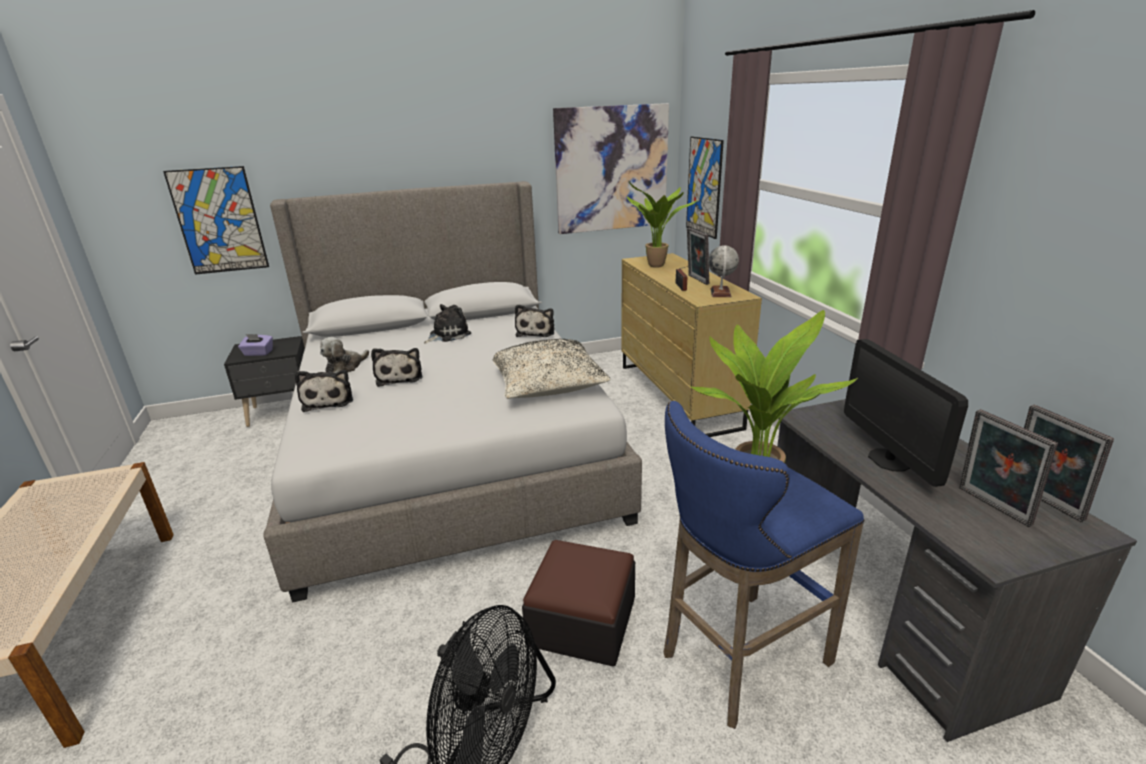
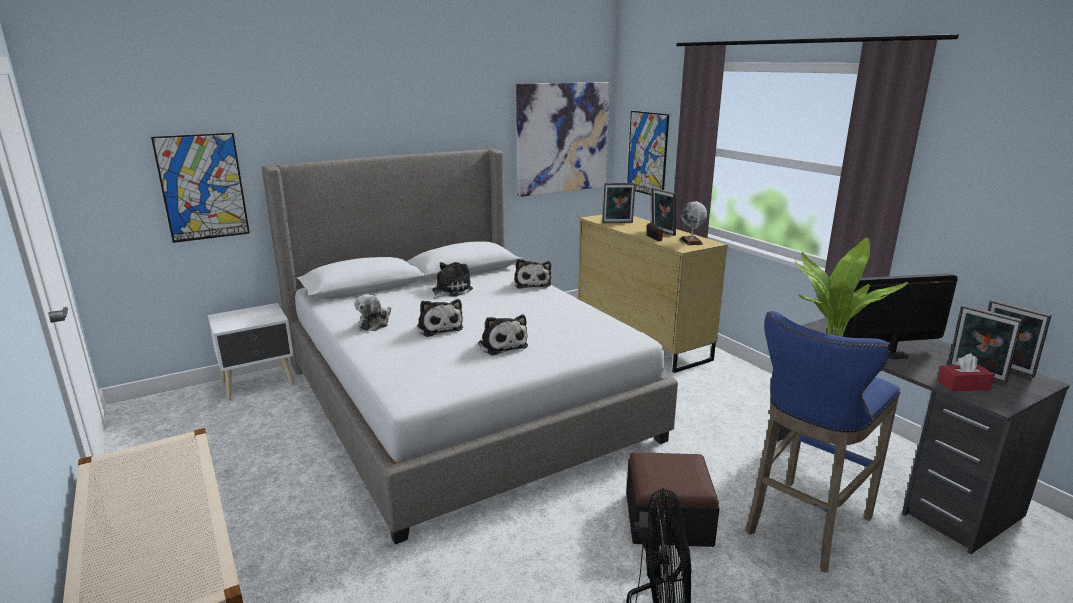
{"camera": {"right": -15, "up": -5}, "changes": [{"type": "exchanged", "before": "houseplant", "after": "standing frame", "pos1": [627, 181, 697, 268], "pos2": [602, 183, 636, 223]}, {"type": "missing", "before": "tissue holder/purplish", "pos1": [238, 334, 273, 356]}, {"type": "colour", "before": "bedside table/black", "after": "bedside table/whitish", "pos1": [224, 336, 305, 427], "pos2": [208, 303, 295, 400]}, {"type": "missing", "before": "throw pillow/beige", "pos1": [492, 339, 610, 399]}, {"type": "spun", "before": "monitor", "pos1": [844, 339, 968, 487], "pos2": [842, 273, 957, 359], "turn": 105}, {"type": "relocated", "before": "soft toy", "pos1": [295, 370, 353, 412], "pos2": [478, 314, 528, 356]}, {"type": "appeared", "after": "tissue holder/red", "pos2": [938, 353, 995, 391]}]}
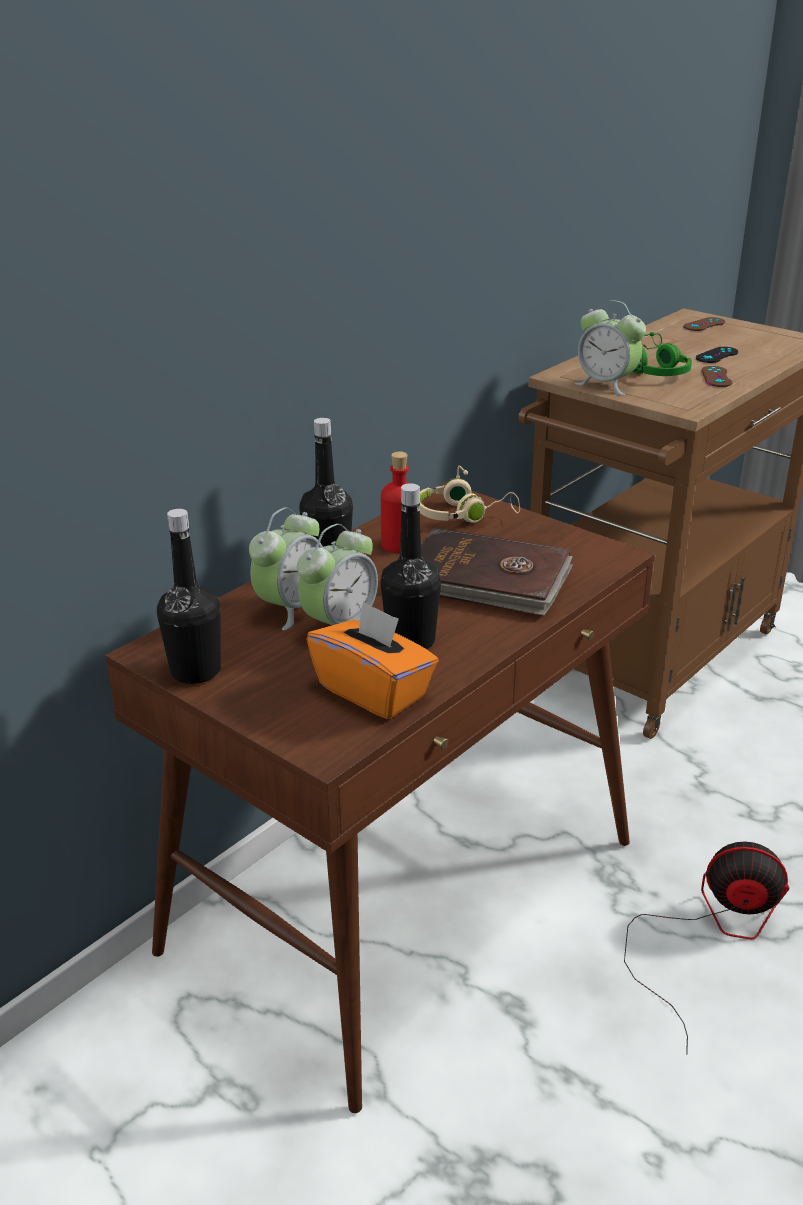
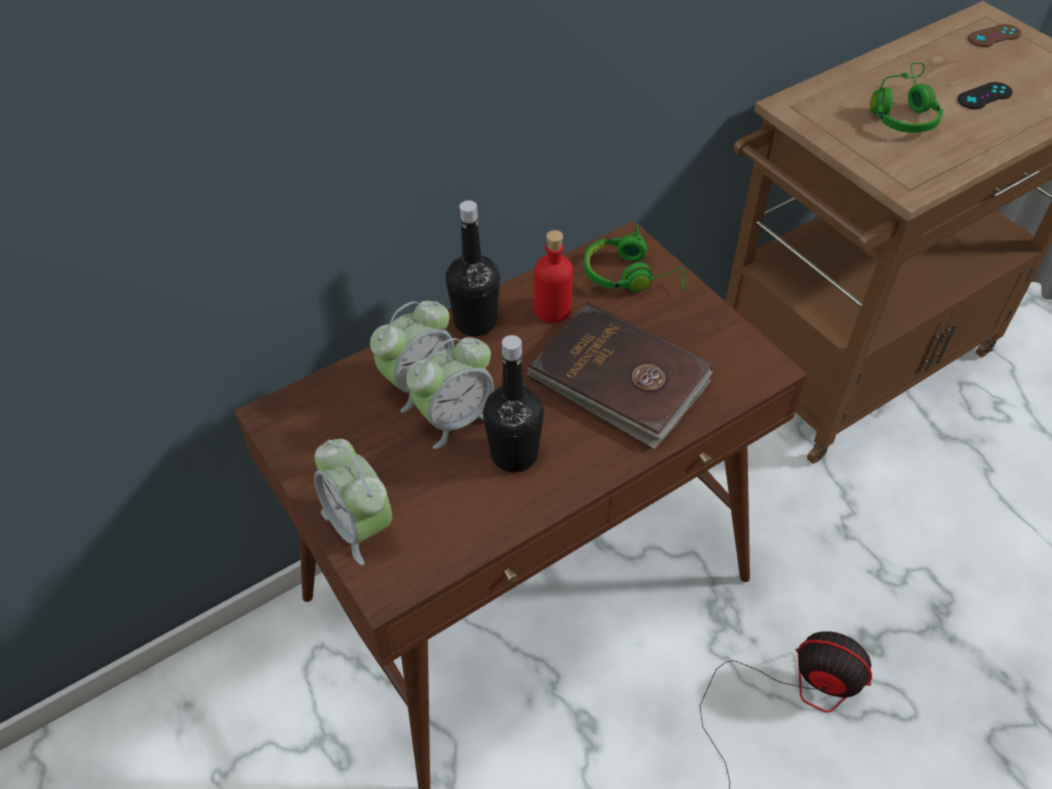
{"camera": {"right": 15, "up": 20}, "changes": [{"type": "relocated", "before": "alarm clock", "pos1": [574, 300, 646, 395], "pos2": [314, 439, 392, 565]}, {"type": "missing", "before": "gamepad/brown", "pos1": [702, 366, 732, 387]}, {"type": "colour", "before": "headset/beige", "after": "headset/green", "pos1": [420, 466, 520, 523], "pos2": [584, 224, 686, 292]}, {"type": "missing", "before": "bottle/black", "pos1": [157, 509, 221, 684]}, {"type": "missing", "before": "tissue holder/orangey", "pos1": [306, 601, 439, 719]}]}
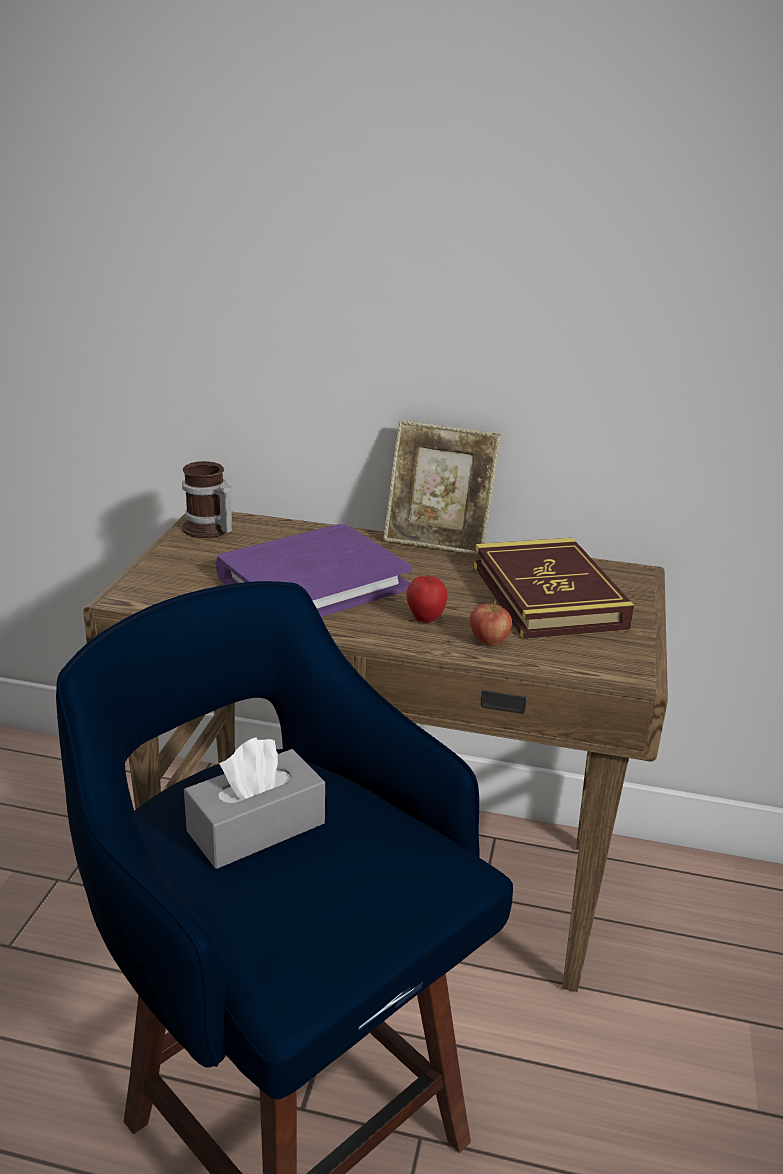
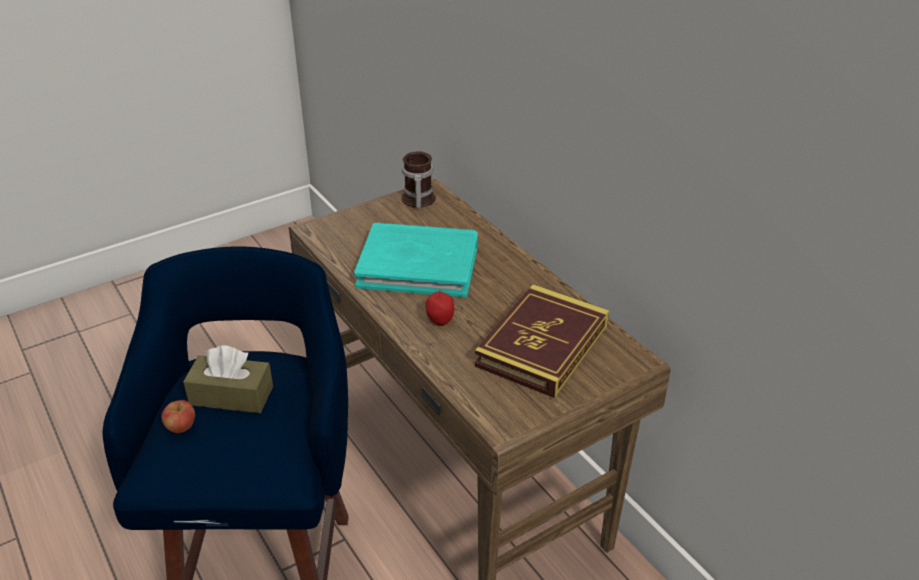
{"camera": {"right": 45, "up": 10}, "changes": [{"type": "missing", "before": "standing frame", "pos1": [383, 420, 501, 556]}, {"type": "colour", "before": "bound book/purplish", "after": "bound book/turquoise-coloured", "pos1": [216, 524, 412, 617], "pos2": [354, 223, 478, 297]}, {"type": "relocated", "before": "whole apple", "pos1": [470, 600, 512, 646], "pos2": [161, 400, 195, 433]}, {"type": "colour", "before": "tissue holder/greyish", "after": "tissue holder/brown", "pos1": [184, 737, 325, 869], "pos2": [183, 345, 273, 413]}]}
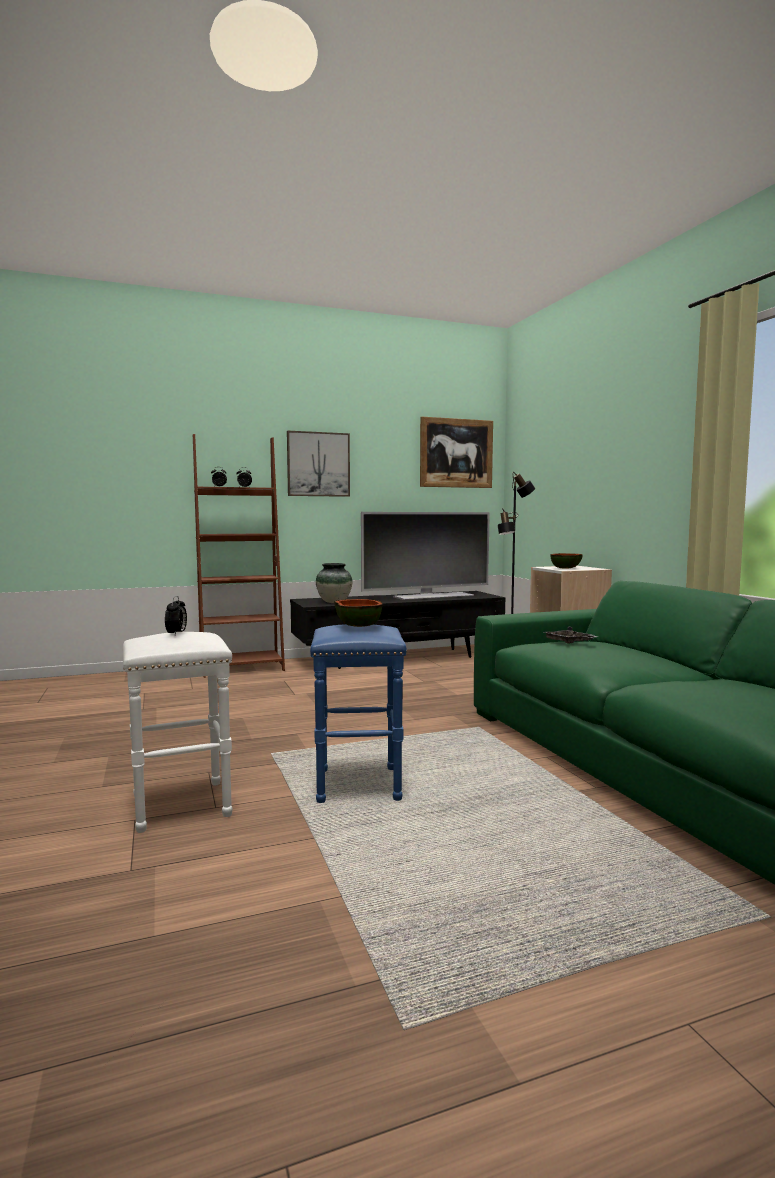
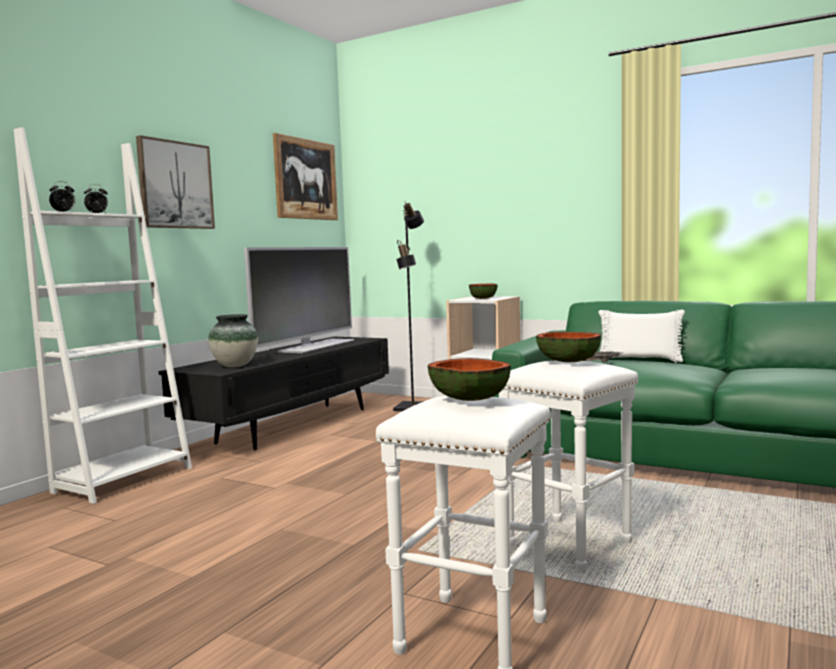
{"camera": {"right": -40, "up": 0}, "changes": [{"type": "colour", "before": "bookshelf/brown", "after": "bookshelf/whitish", "pos1": [193, 434, 285, 678], "pos2": [14, 127, 192, 504]}, {"type": "exchanged", "before": "alarm clock", "after": "deep dish", "pos1": [165, 596, 187, 635], "pos2": [428, 358, 511, 401]}, {"type": "colour", "before": "stool/bluish", "after": "stool/whitish", "pos1": [310, 624, 407, 803], "pos2": [499, 361, 639, 572]}, {"type": "appeared", "after": "throw pillow/whitish", "pos2": [597, 310, 685, 363]}]}
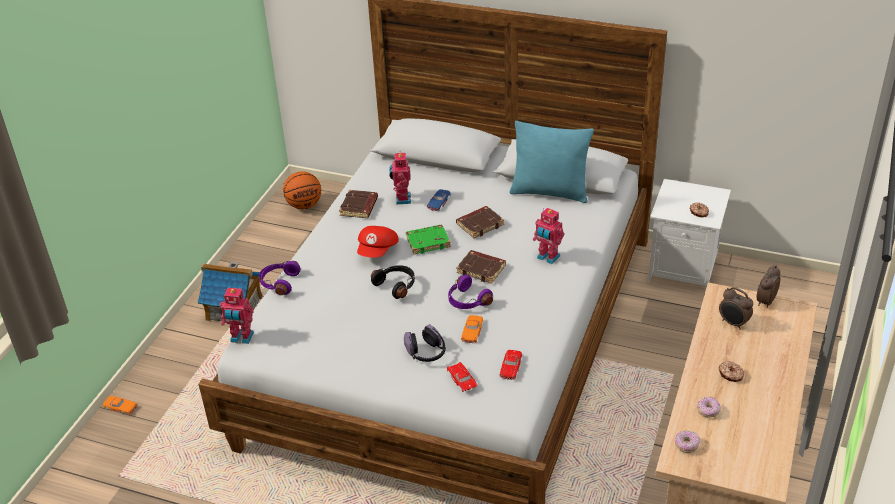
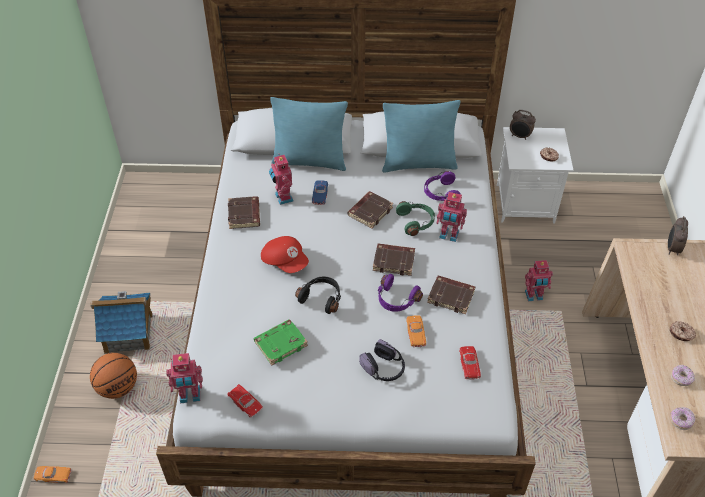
{"camera": {"right": -20, "up": 10}, "changes": [{"type": "relocated", "before": "ball for basketball", "pos1": [283, 171, 321, 209], "pos2": [90, 353, 137, 399]}, {"type": "relocated", "before": "bound book/green", "pos1": [406, 224, 451, 254], "pos2": [254, 319, 308, 366]}, {"type": "spun", "before": "baseball cap/red", "pos1": [357, 226, 399, 258], "pos2": [261, 236, 309, 273], "turn": -45}, {"type": "relocated", "before": "headset/purplish", "pos1": [259, 261, 301, 295], "pos2": [424, 171, 460, 201]}, {"type": "relocated", "before": "alarm clock", "pos1": [719, 287, 753, 330], "pos2": [510, 110, 536, 140]}, {"type": "relocated", "before": "miniature car/red", "pos1": [447, 362, 478, 392], "pos2": [227, 384, 263, 417]}, {"type": "appeared", "after": "throw pillow/turquoise-coloured", "pos2": [270, 97, 348, 171]}, {"type": "appeared", "after": "headset/green", "pos2": [396, 201, 435, 236]}, {"type": "appeared", "after": "robot figure", "pos2": [525, 260, 553, 301]}, {"type": "appeared", "after": "bound book/brown", "pos2": [427, 275, 475, 314]}]}
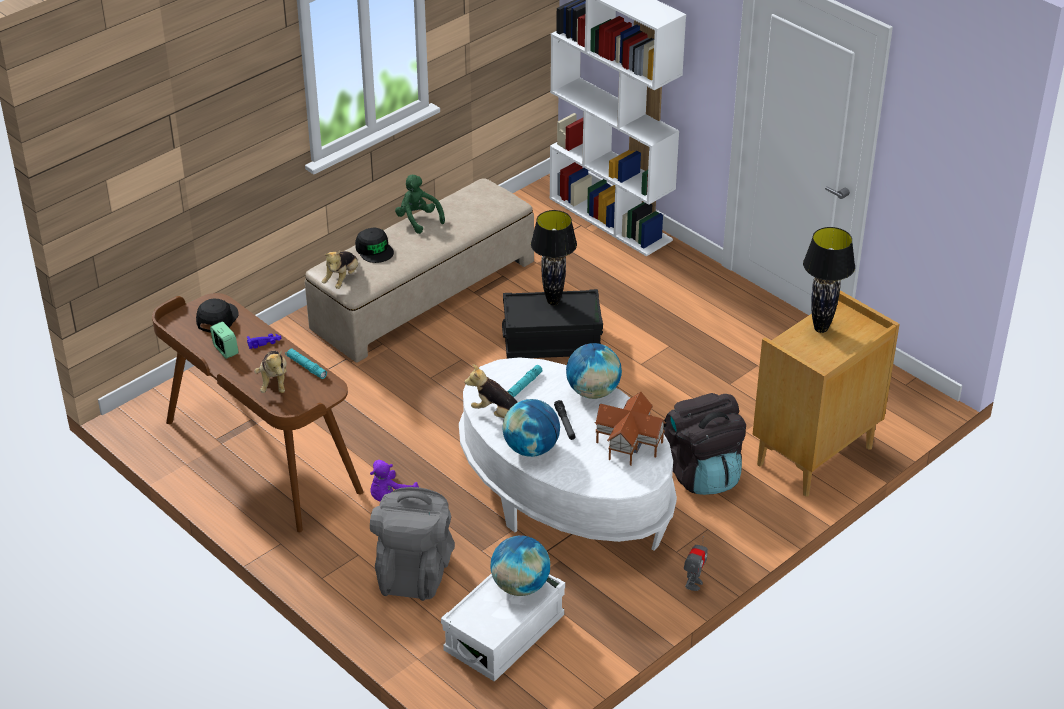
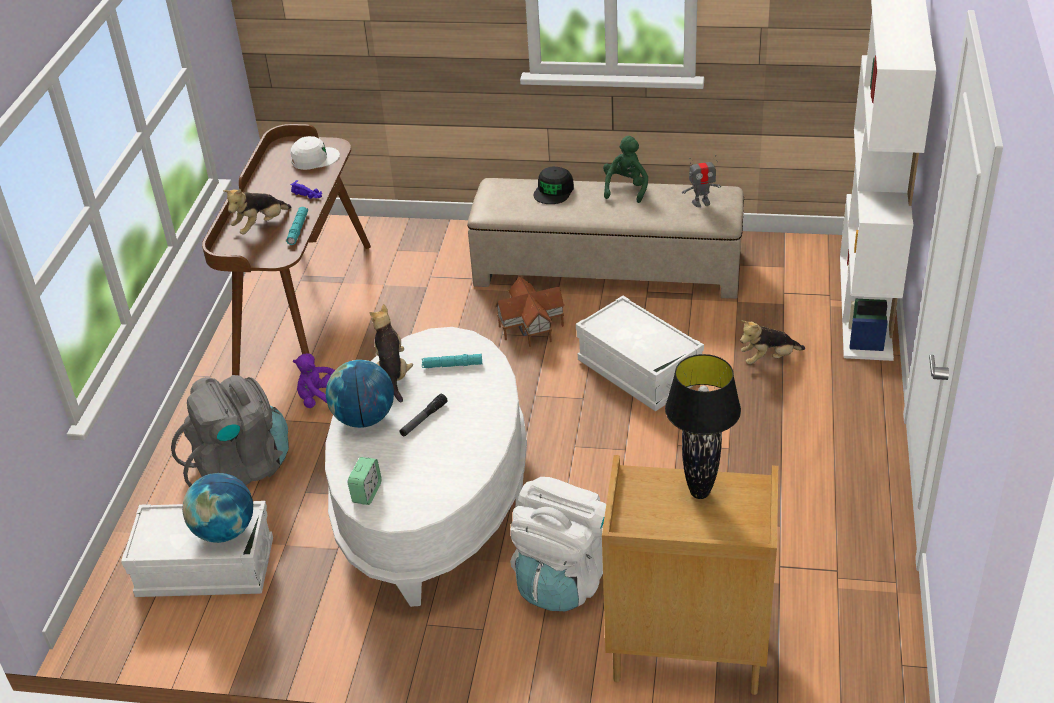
{"camera": {"right": 55, "up": 0}, "changes": [{"type": "missing", "before": "lamp for a table/black", "pos1": [531, 210, 577, 305]}, {"type": "relocated", "before": "soft toy", "pos1": [322, 251, 358, 289], "pos2": [740, 320, 805, 364]}, {"type": "colour", "before": "storage bin/black", "after": "storage bin/whitish", "pos1": [502, 289, 603, 359], "pos2": [576, 296, 704, 411]}, {"type": "colour", "before": "baseball cap/black", "after": "baseball cap/whitish", "pos1": [196, 298, 239, 333], "pos2": [290, 136, 340, 170]}, {"type": "relocated", "before": "alarm clock", "pos1": [210, 321, 239, 359], "pos2": [348, 457, 382, 505]}, {"type": "missing", "before": "globe", "pos1": [566, 343, 622, 399]}, {"type": "relocated", "before": "model house", "pos1": [595, 392, 666, 466], "pos2": [495, 276, 565, 347]}, {"type": "colour", "before": "backpack/black", "after": "backpack/whitish", "pos1": [664, 393, 746, 495], "pos2": [510, 477, 606, 611]}, {"type": "relocated", "before": "robot figure", "pos1": [684, 536, 708, 591], "pos2": [682, 155, 721, 207]}]}
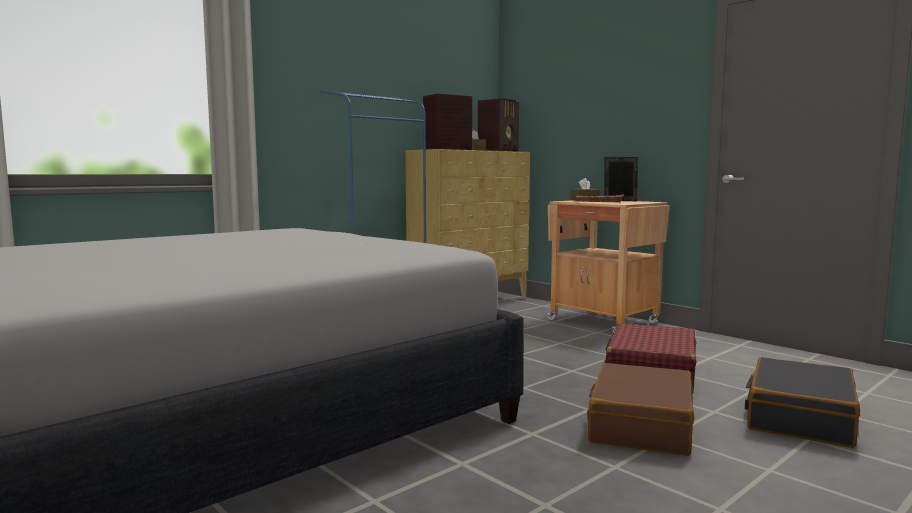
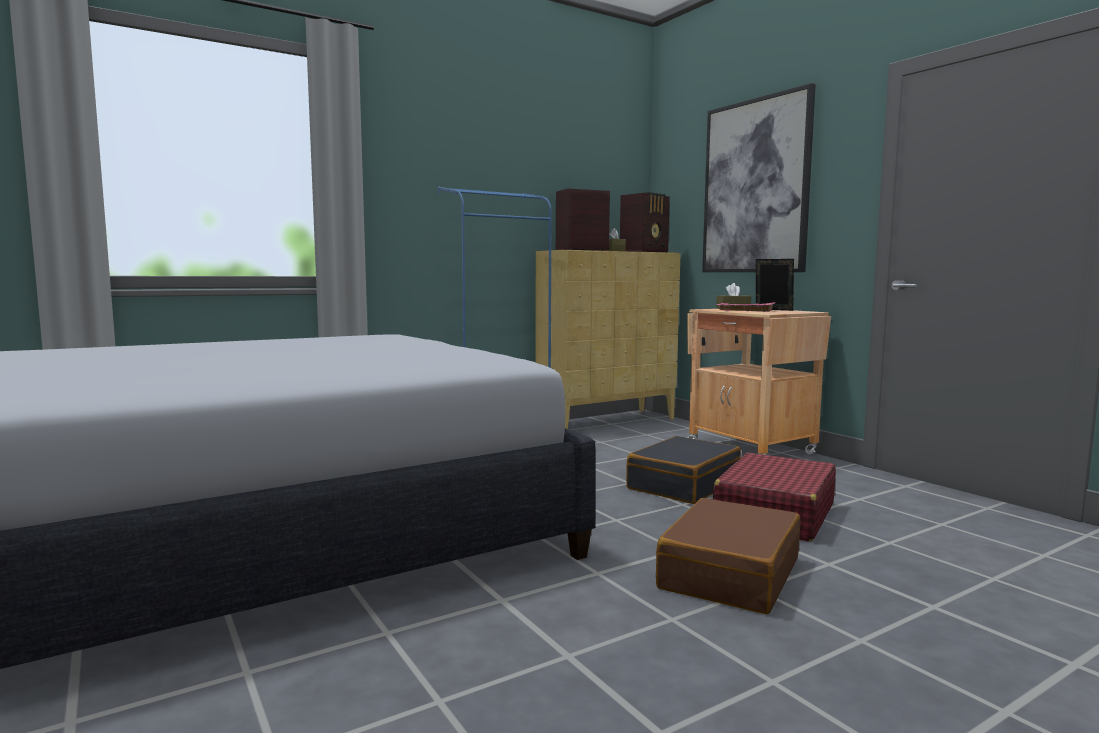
{"camera": {"right": 10, "up": 0}, "changes": [{"type": "relocated", "before": "suitcase/black", "pos1": [745, 357, 860, 448], "pos2": [626, 436, 741, 504]}, {"type": "appeared", "after": "picture", "pos2": [702, 83, 816, 272]}]}
